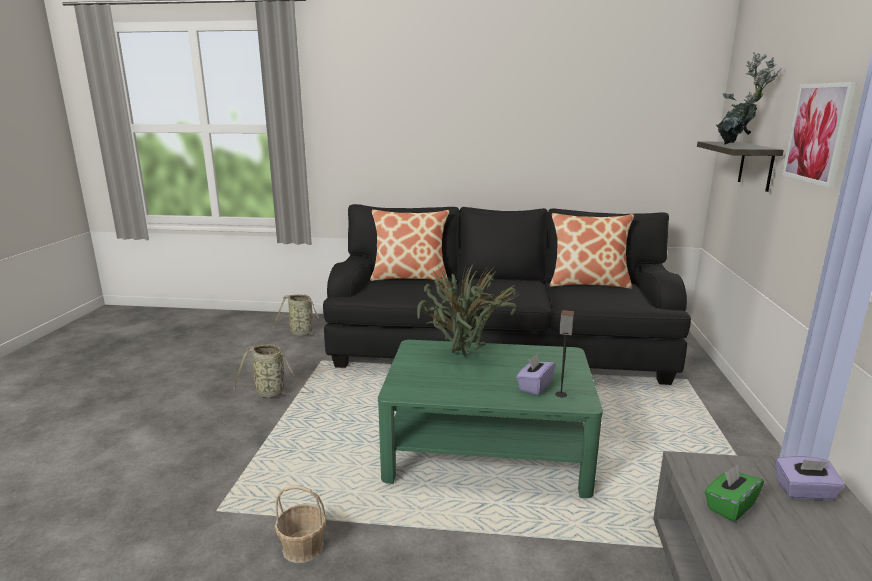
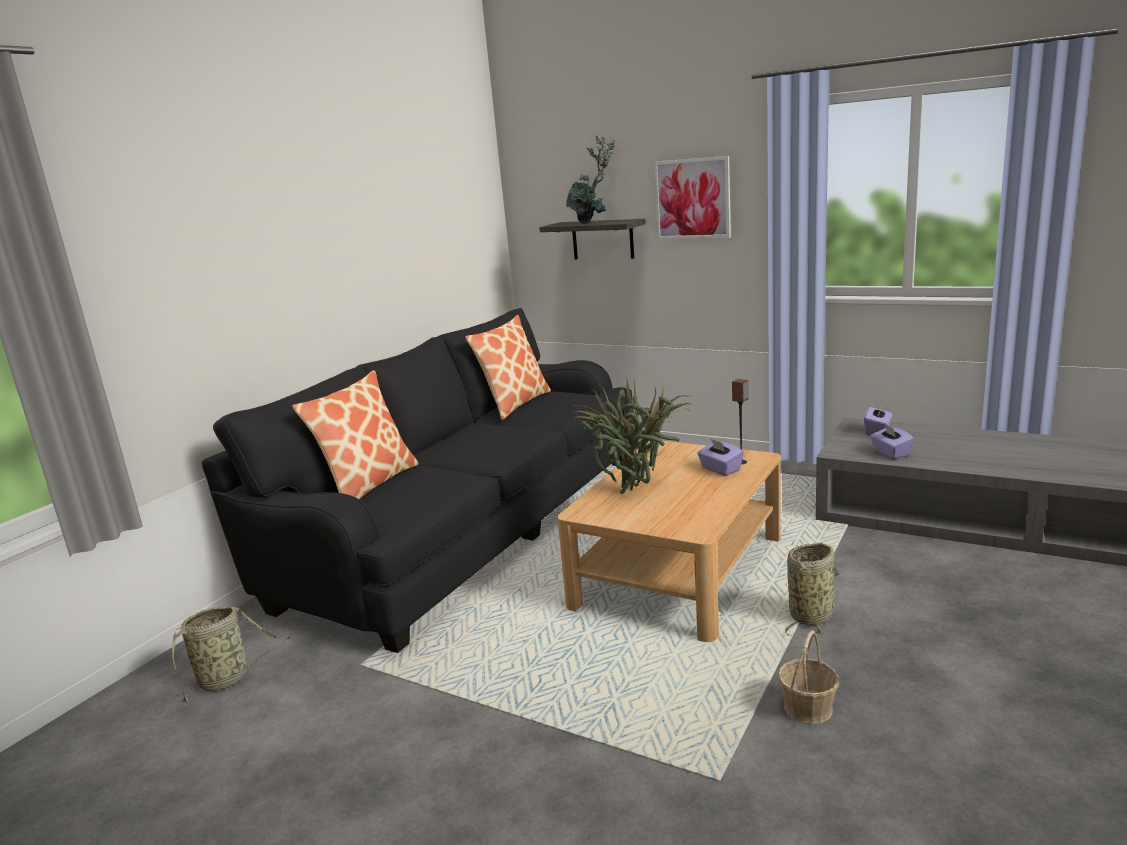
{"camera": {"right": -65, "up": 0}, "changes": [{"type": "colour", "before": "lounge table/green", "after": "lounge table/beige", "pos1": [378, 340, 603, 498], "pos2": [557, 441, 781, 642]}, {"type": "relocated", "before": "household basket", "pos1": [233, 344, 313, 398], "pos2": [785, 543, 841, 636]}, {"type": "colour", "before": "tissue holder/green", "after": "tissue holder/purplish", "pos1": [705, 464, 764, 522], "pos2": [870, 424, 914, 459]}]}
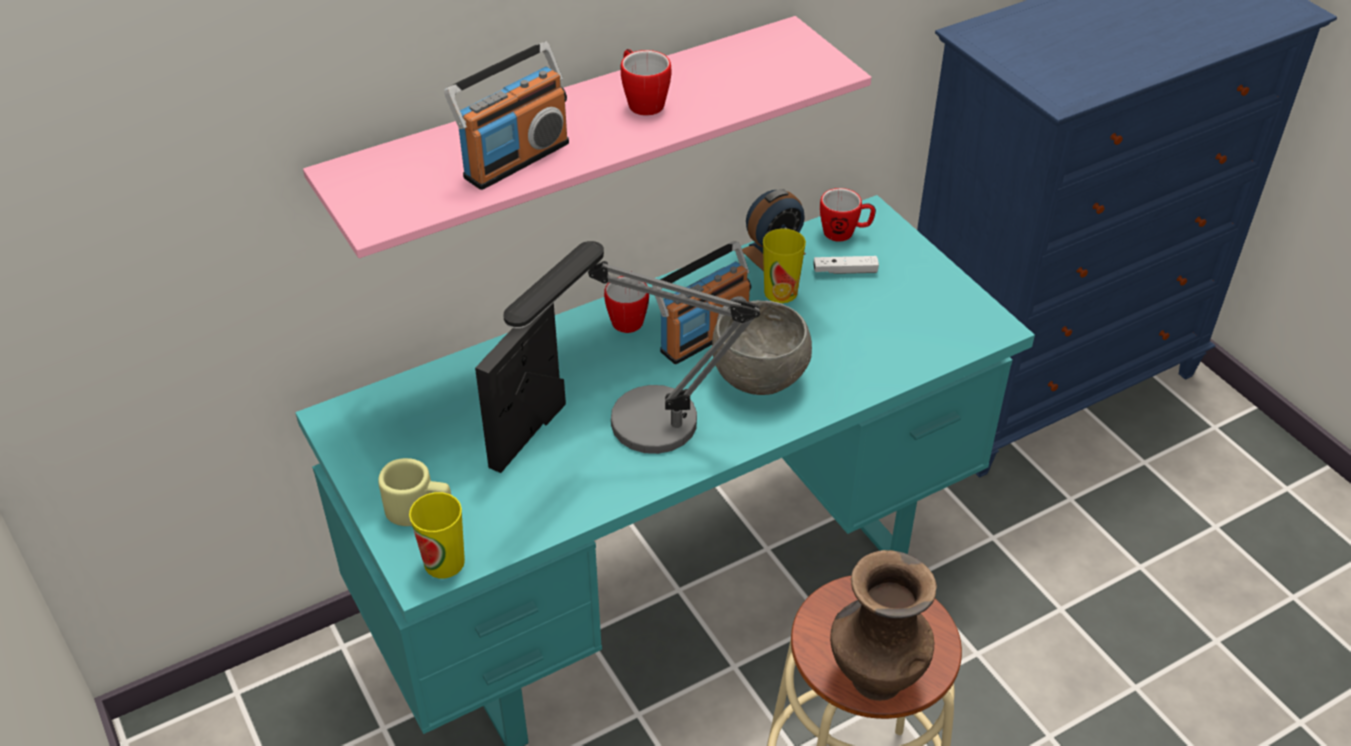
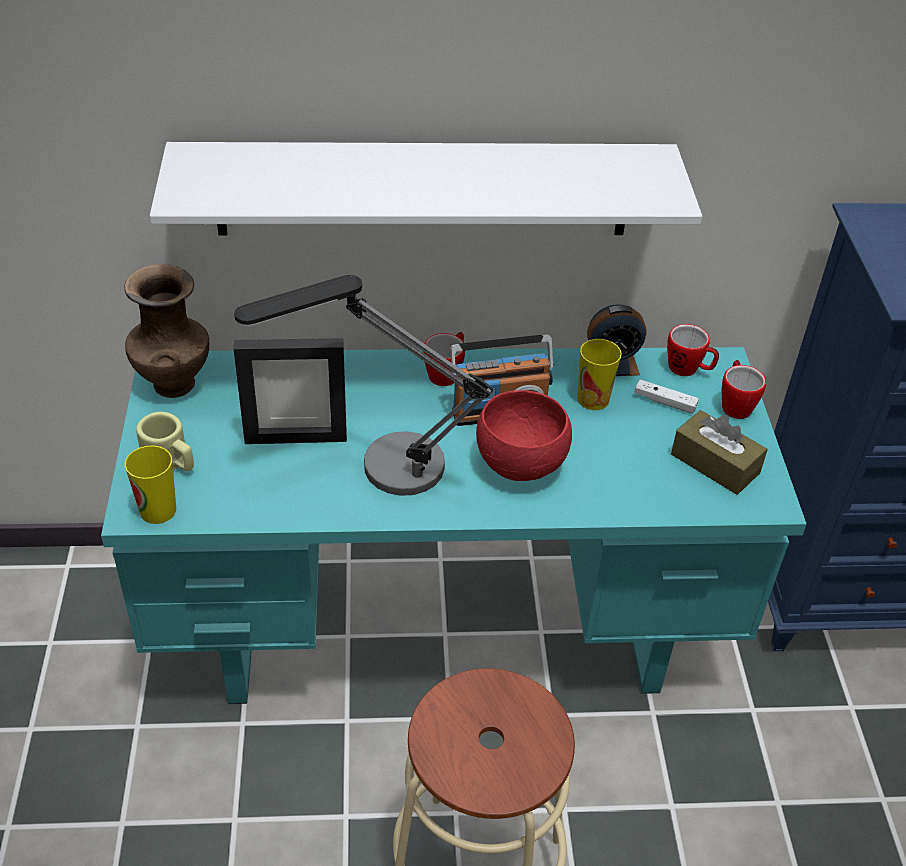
{"camera": {"right": 25, "up": 0}, "changes": [{"type": "colour", "before": "shelf/pink-coloured", "after": "shelf/whitish", "pos1": [303, 16, 871, 258], "pos2": [150, 142, 702, 236]}, {"type": "missing", "before": "radio", "pos1": [444, 42, 569, 190]}, {"type": "relocated", "before": "coffee mug", "pos1": [621, 49, 671, 116], "pos2": [722, 360, 766, 419]}, {"type": "colour", "before": "deep dish/greyish", "after": "deep dish/red", "pos1": [712, 300, 812, 395], "pos2": [476, 390, 572, 481]}, {"type": "spun", "before": "standing frame", "pos1": [475, 303, 566, 473], "pos2": [234, 338, 347, 444], "turn": -150}, {"type": "relocated", "before": "decorative vase/brown", "pos1": [830, 550, 937, 701], "pos2": [124, 264, 209, 398]}, {"type": "appeared", "after": "tissue holder/brown", "pos2": [671, 410, 768, 495]}]}
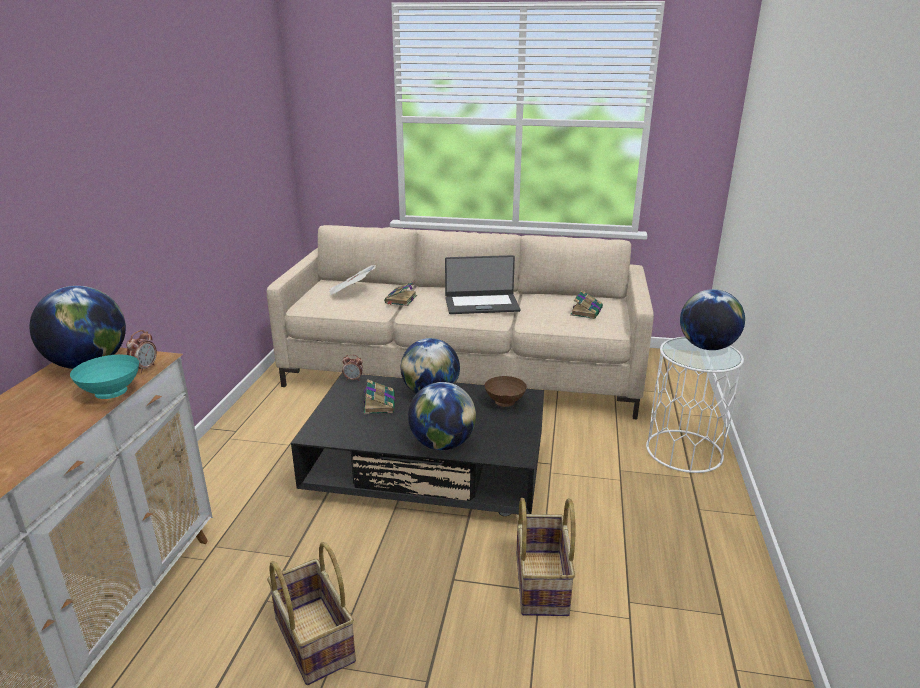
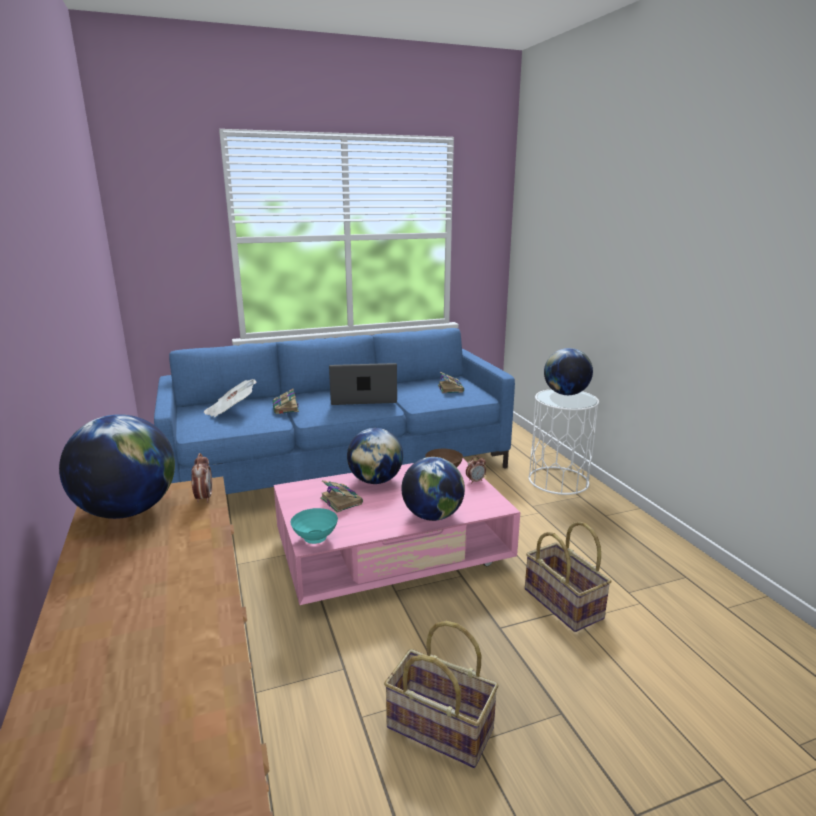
{"camera": {"right": -30, "up": -5}, "changes": [{"type": "colour", "before": "settee/beige", "after": "settee/bluish", "pos1": [267, 225, 654, 419], "pos2": [154, 328, 515, 494]}, {"type": "spun", "before": "laptop", "pos1": [445, 255, 521, 314], "pos2": [329, 363, 397, 405], "turn": -150}, {"type": "relocated", "before": "alarm clock", "pos1": [342, 354, 363, 381], "pos2": [466, 456, 486, 484]}, {"type": "relocated", "before": "deep dish/turquoise-coloured", "pos1": [70, 355, 139, 399], "pos2": [291, 508, 338, 544]}, {"type": "colour", "before": "lounge table/black", "after": "lounge table/pink-coloured", "pos1": [291, 373, 544, 516], "pos2": [274, 459, 520, 605]}]}
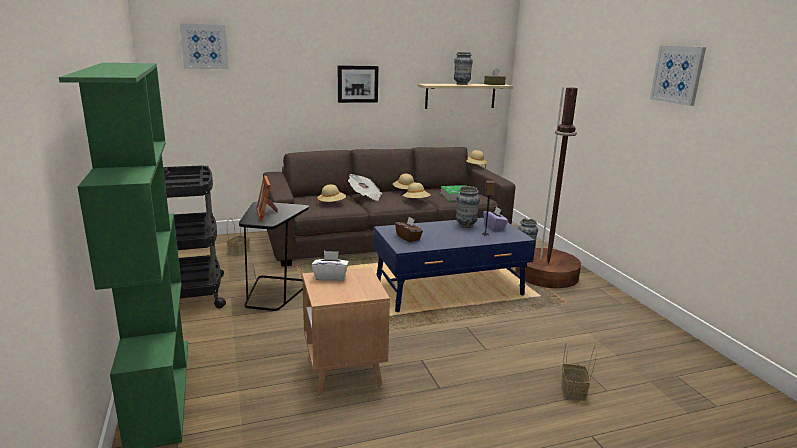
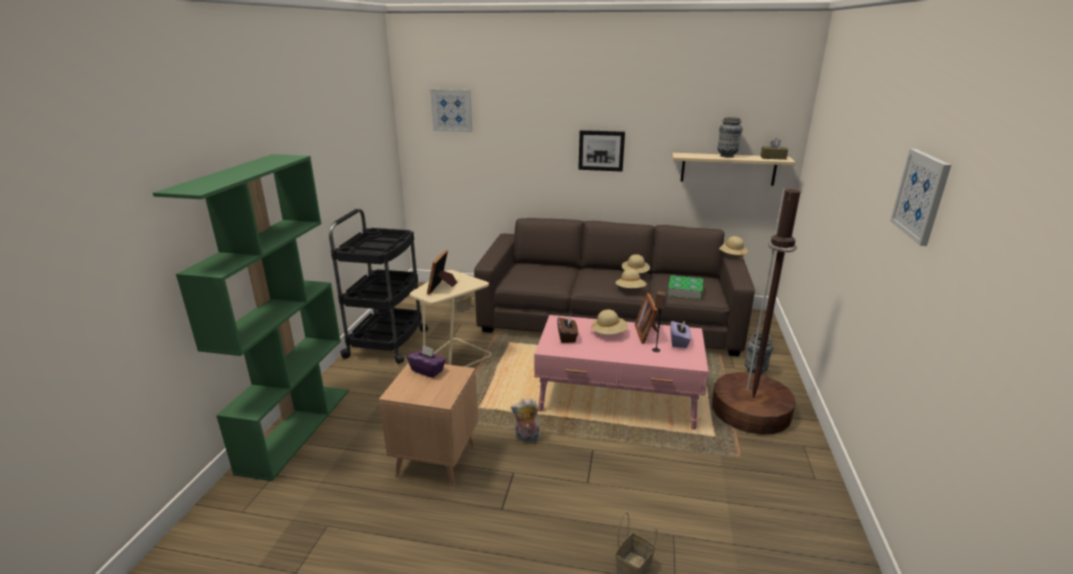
{"camera": {"right": 30, "up": 5}, "changes": [{"type": "missing", "before": "printed paper", "pos1": [348, 174, 382, 201]}, {"type": "relocated", "before": "hat/beige", "pos1": [317, 184, 346, 205], "pos2": [591, 310, 628, 334]}, {"type": "exchanged", "before": "decorative vase", "after": "standing frame", "pos1": [456, 186, 480, 228], "pos2": [635, 293, 658, 344]}, {"type": "colour", "before": "accent table/black", "after": "accent table/beige", "pos1": [239, 201, 309, 311], "pos2": [410, 270, 491, 367]}, {"type": "colour", "before": "lounge table/bluish", "after": "lounge table/pink-coloured", "pos1": [373, 218, 536, 312], "pos2": [534, 315, 709, 430]}, {"type": "colour", "before": "tissue holder/whitish", "after": "tissue holder/purplish", "pos1": [312, 251, 349, 281], "pos2": [407, 345, 446, 378]}, {"type": "appeared", "after": "soft toy", "pos2": [511, 398, 540, 442]}]}
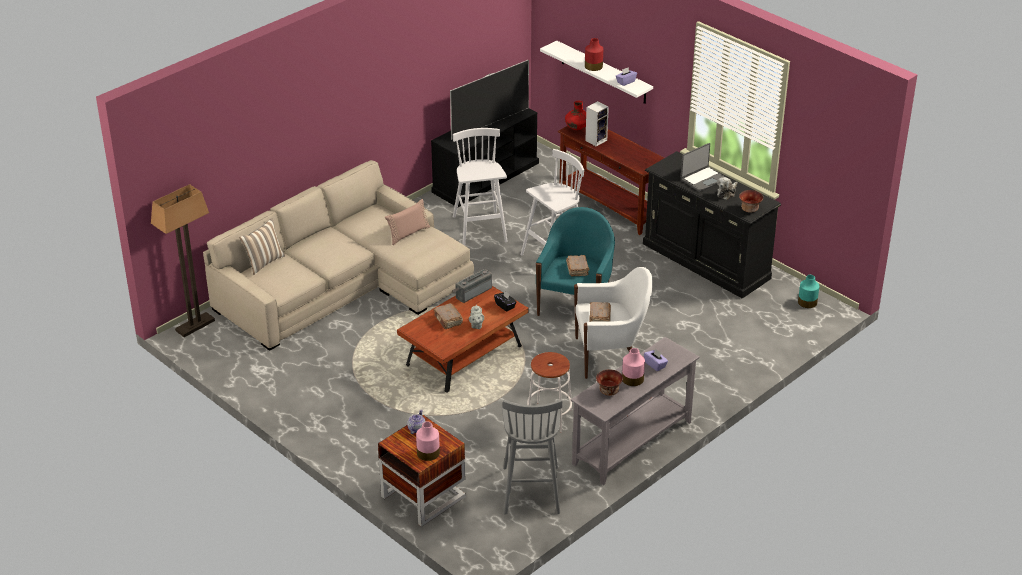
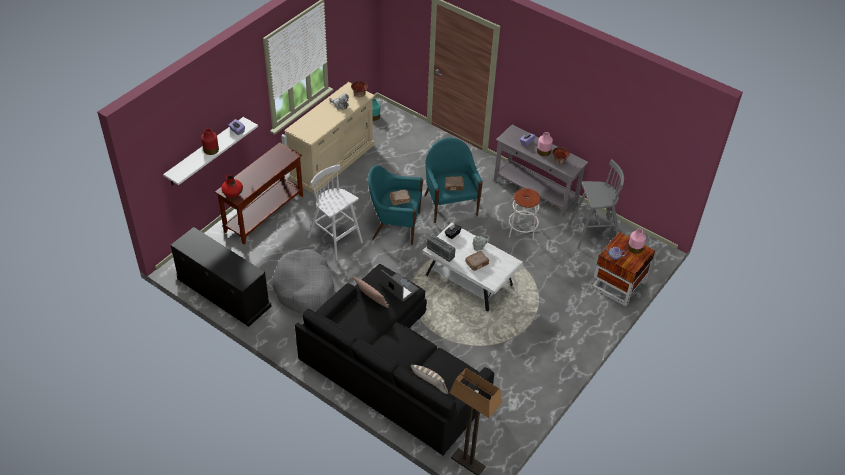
{"camera": {"right": -100, "up": 10}, "changes": [{"type": "missing", "before": "television", "pos1": [450, 60, 529, 140]}, {"type": "missing", "before": "speaker", "pos1": [585, 101, 609, 147]}, {"type": "exchanged", "before": "stool/whitish", "after": "pet bed/greyish", "pos1": [453, 128, 508, 246], "pos2": [272, 249, 335, 313]}, {"type": "relocated", "before": "laptop", "pos1": [681, 143, 725, 192], "pos2": [381, 270, 419, 302]}, {"type": "colour", "before": "cupboard/black", "after": "cupboard/beige", "pos1": [643, 151, 781, 298], "pos2": [284, 82, 375, 194]}, {"type": "colour", "before": "settee/beige", "after": "settee/black", "pos1": [203, 160, 474, 351], "pos2": [295, 264, 494, 455]}, {"type": "colour", "before": "easy chair/whitish", "after": "easy chair/turquoise-coloured", "pos1": [574, 267, 653, 379], "pos2": [424, 137, 483, 223]}, {"type": "colour", "before": "lounge table/brown", "after": "lounge table/whitish", "pos1": [397, 286, 529, 393], "pos2": [422, 222, 523, 311]}]}
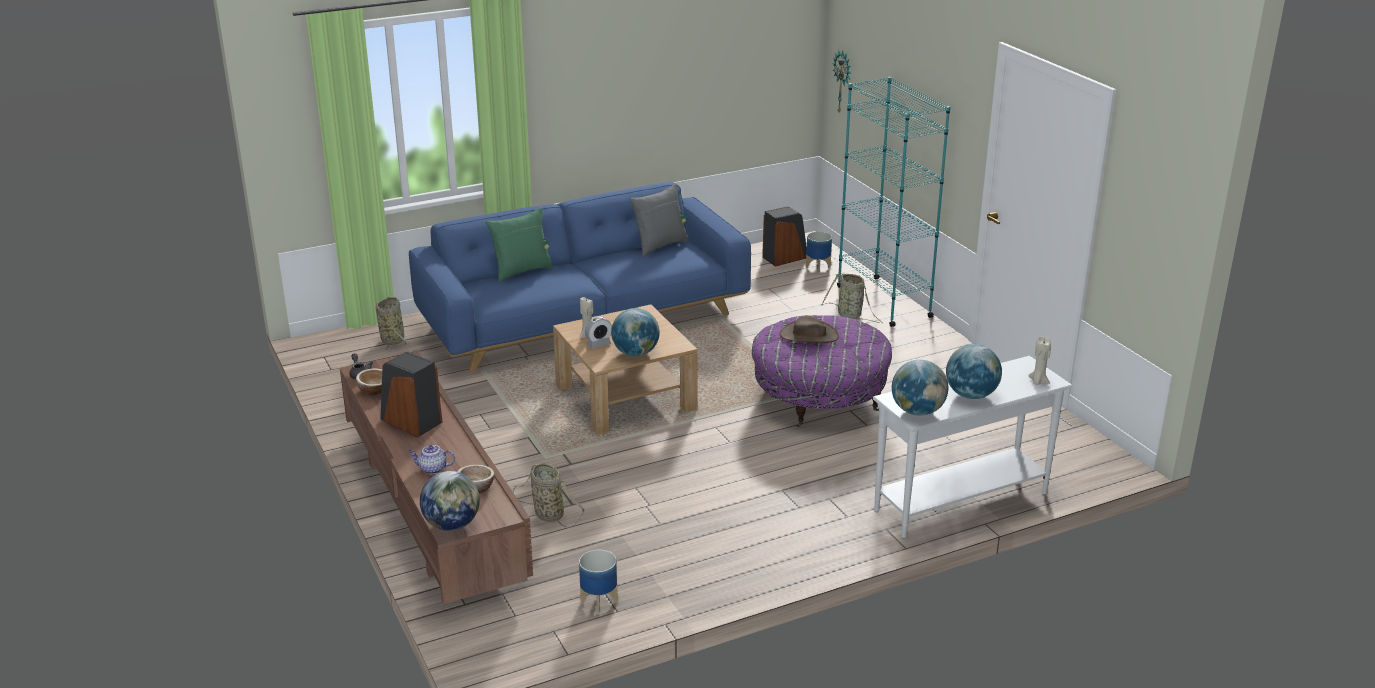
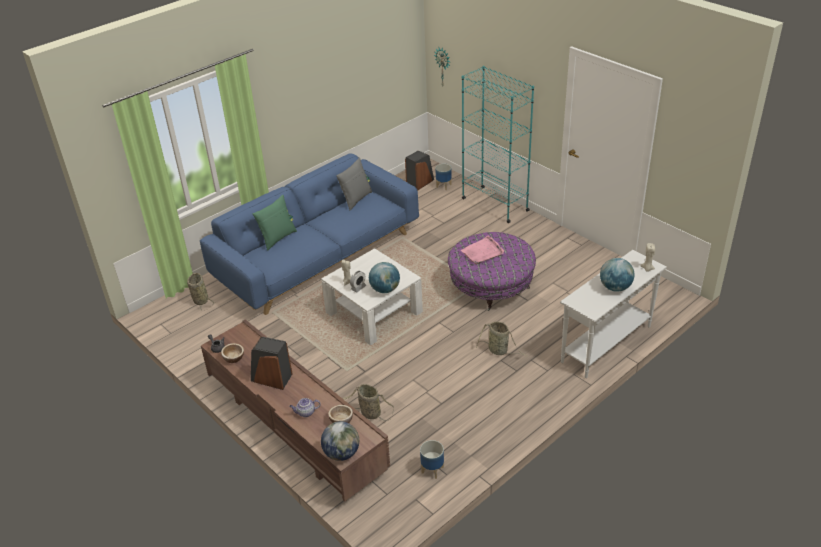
{"camera": {"right": -15, "up": 10}, "changes": [{"type": "relocated", "before": "household basket", "pos1": [821, 273, 883, 323], "pos2": [476, 321, 527, 356]}, {"type": "colour", "before": "lounge table/brown", "after": "lounge table/whitish", "pos1": [553, 304, 698, 435], "pos2": [321, 248, 423, 346]}, {"type": "exchanged", "before": "hat/brown", "after": "serving tray/pink-coloured", "pos1": [780, 315, 839, 343], "pos2": [461, 236, 504, 264]}, {"type": "missing", "before": "globe", "pos1": [892, 360, 948, 416]}]}
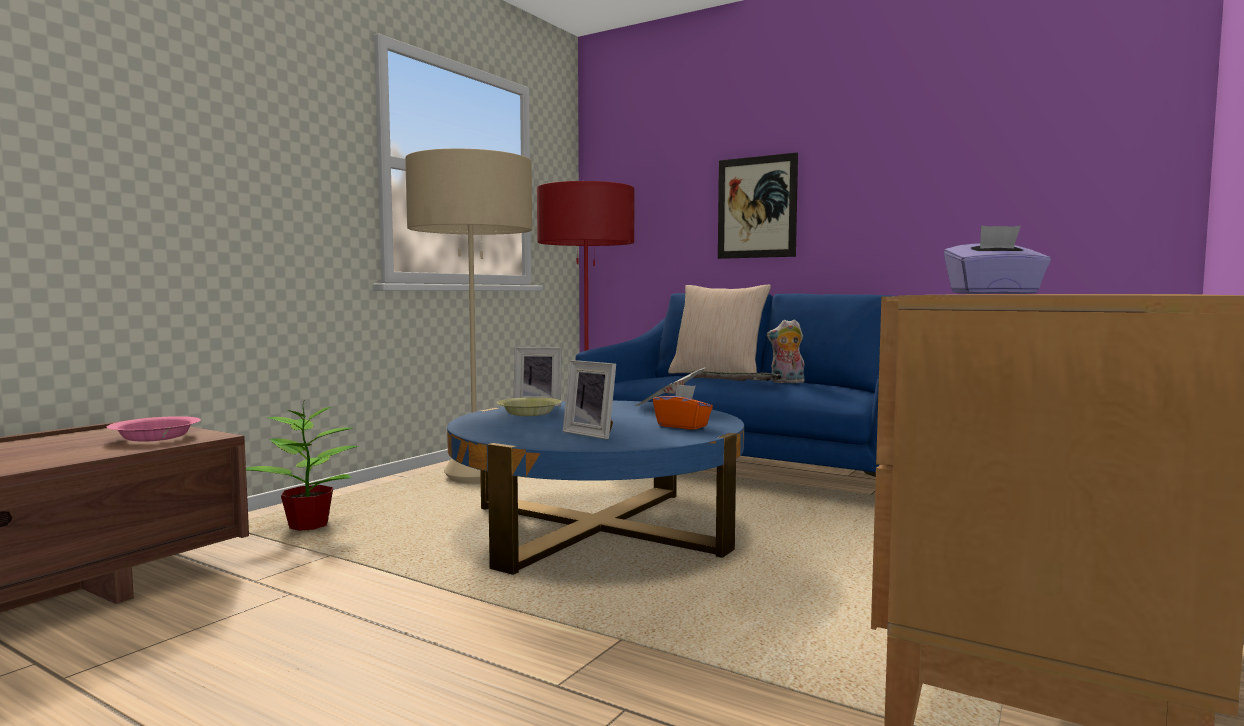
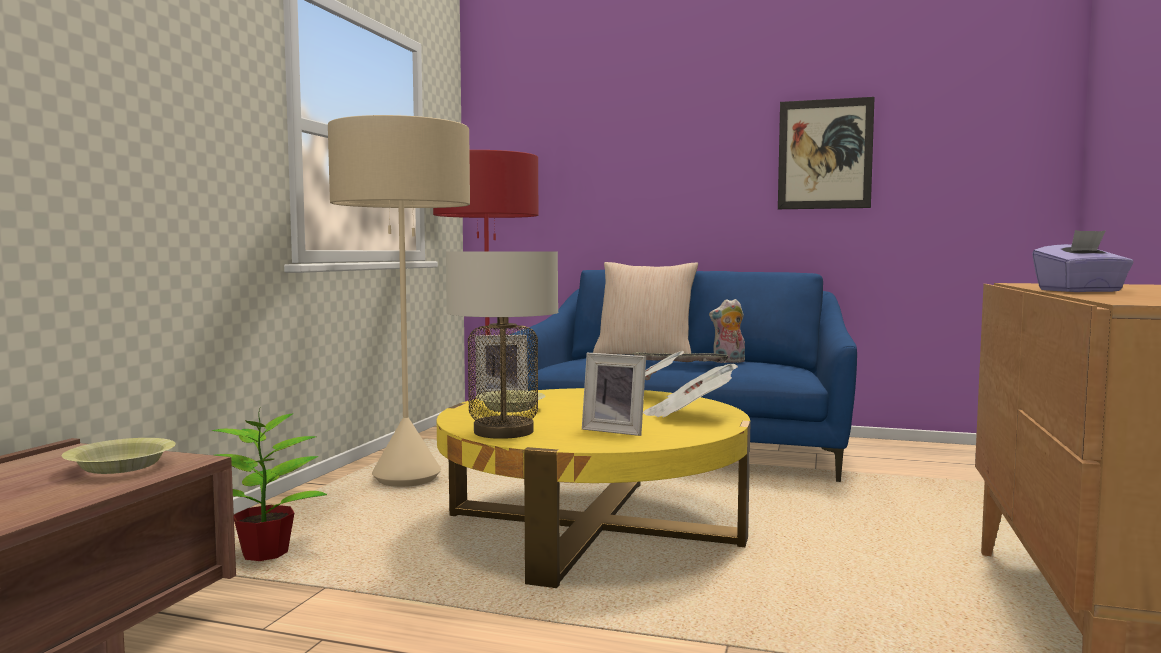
{"camera": {"right": -15, "up": 0}, "changes": [{"type": "relocated", "before": "picture", "pos1": [718, 153, 798, 259], "pos2": [778, 97, 875, 209]}, {"type": "exchanged", "before": "tissue holder/orangey", "after": "printed paper", "pos1": [653, 384, 713, 430], "pos2": [643, 364, 738, 418]}, {"type": "colour", "before": "lounge table/bluish", "after": "lounge table/yellow", "pos1": [447, 401, 744, 575], "pos2": [437, 388, 751, 588]}, {"type": "colour", "before": "deep dish/pink-coloured", "after": "deep dish/yellow", "pos1": [107, 416, 201, 442], "pos2": [62, 438, 176, 474]}, {"type": "appeared", "after": "lamp for a table", "pos2": [446, 251, 558, 439]}]}
